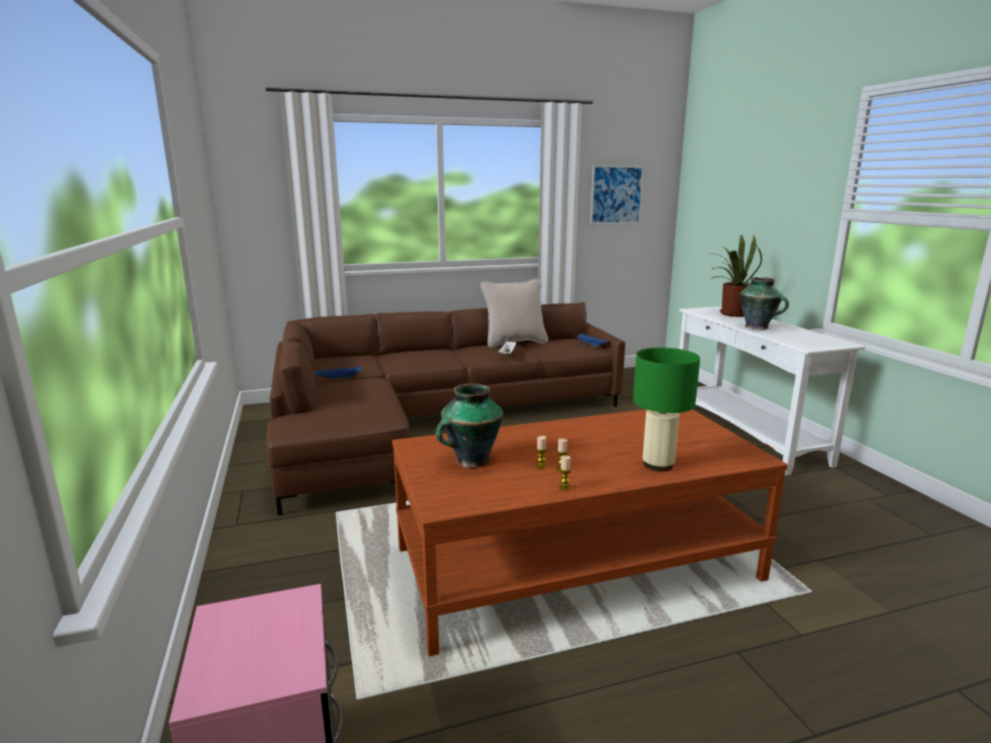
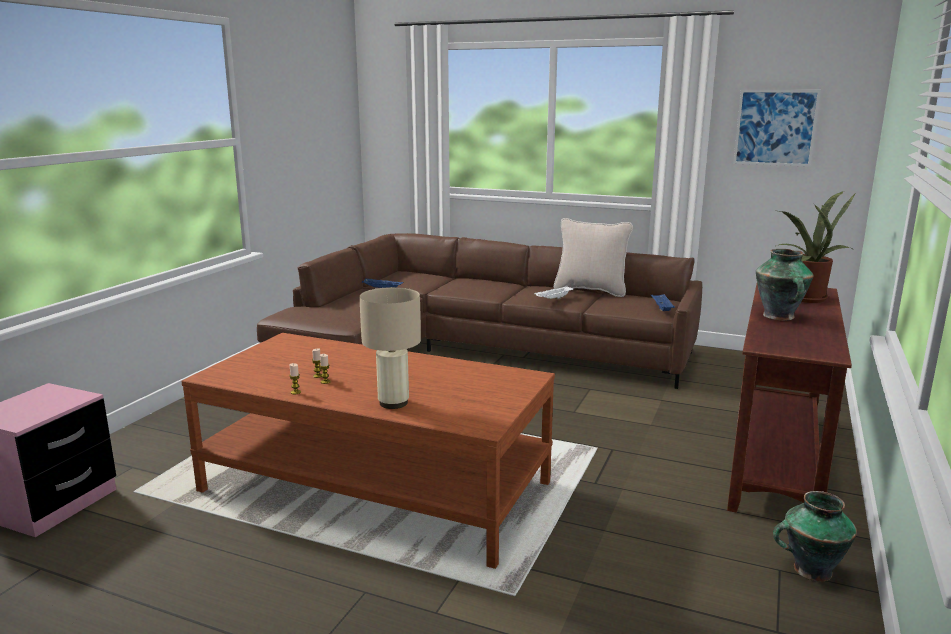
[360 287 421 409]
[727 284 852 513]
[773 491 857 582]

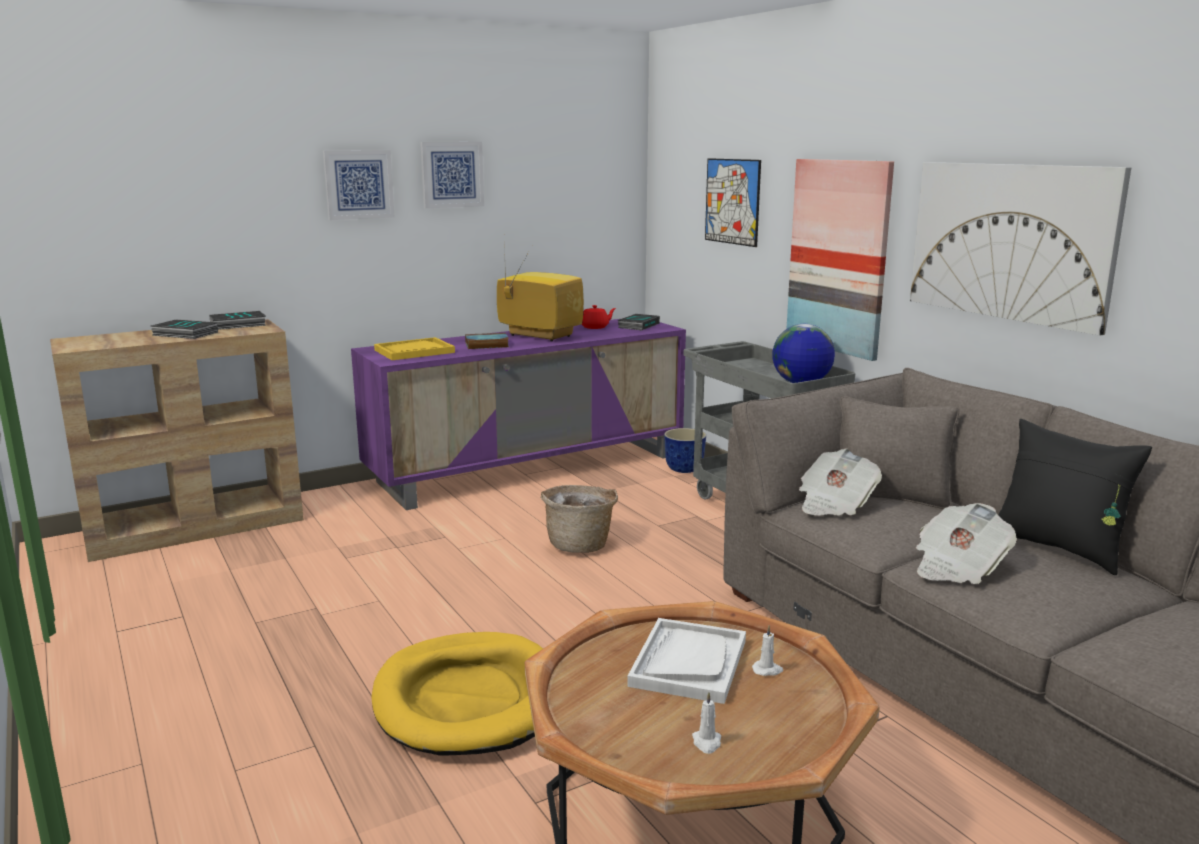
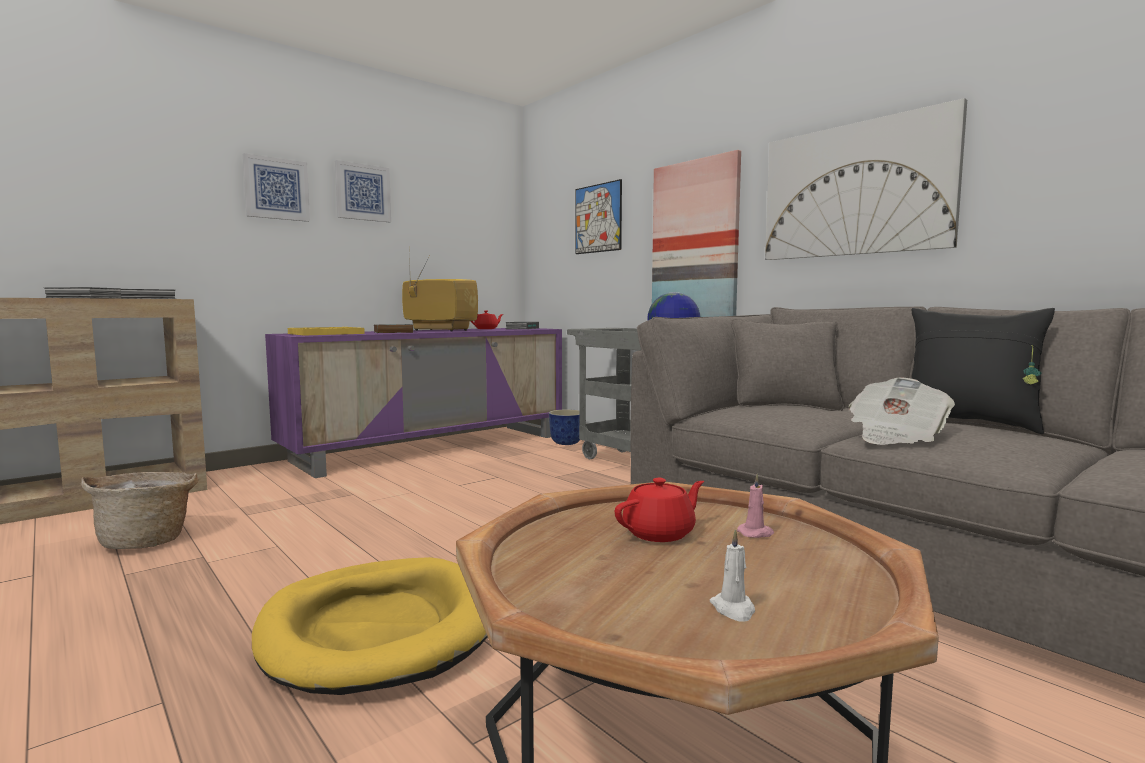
[81 472 198 549]
[615 478 704 542]
[737 474 774 538]
[799 448 882 516] (first image)

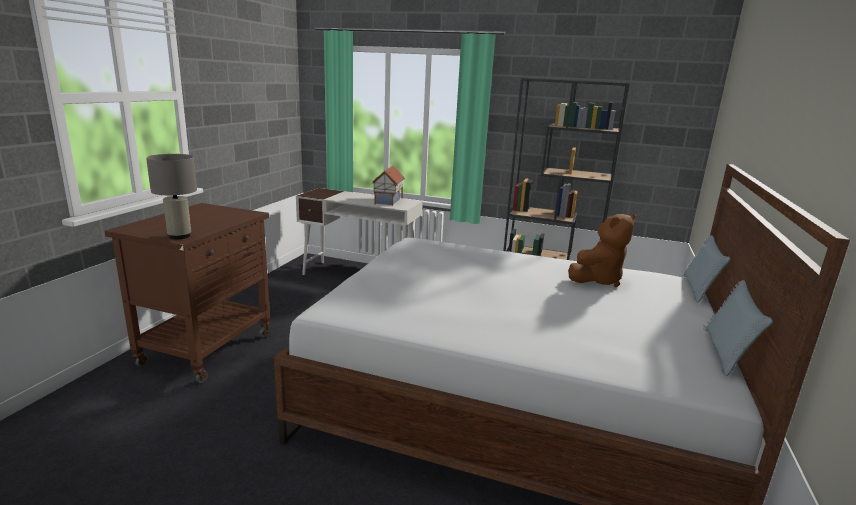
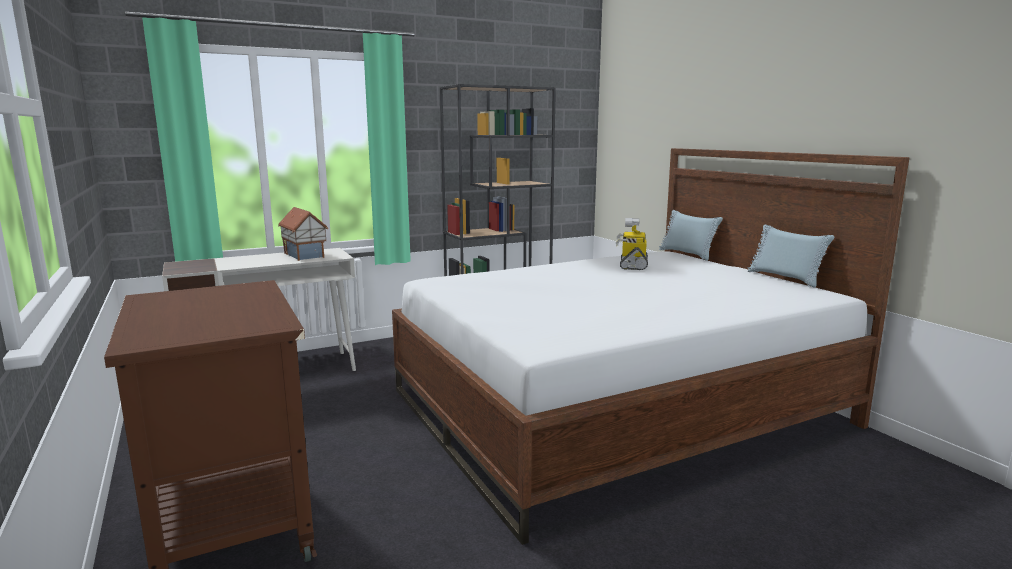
[616 218 648 270]
[146 154 197 239] (first image)

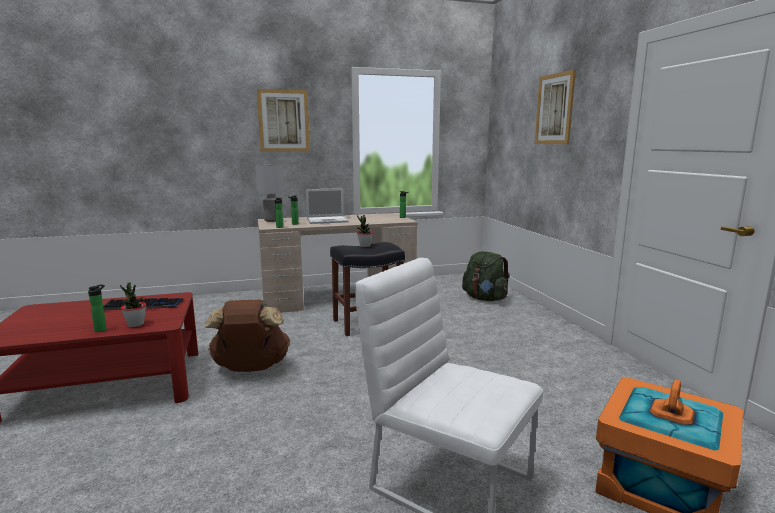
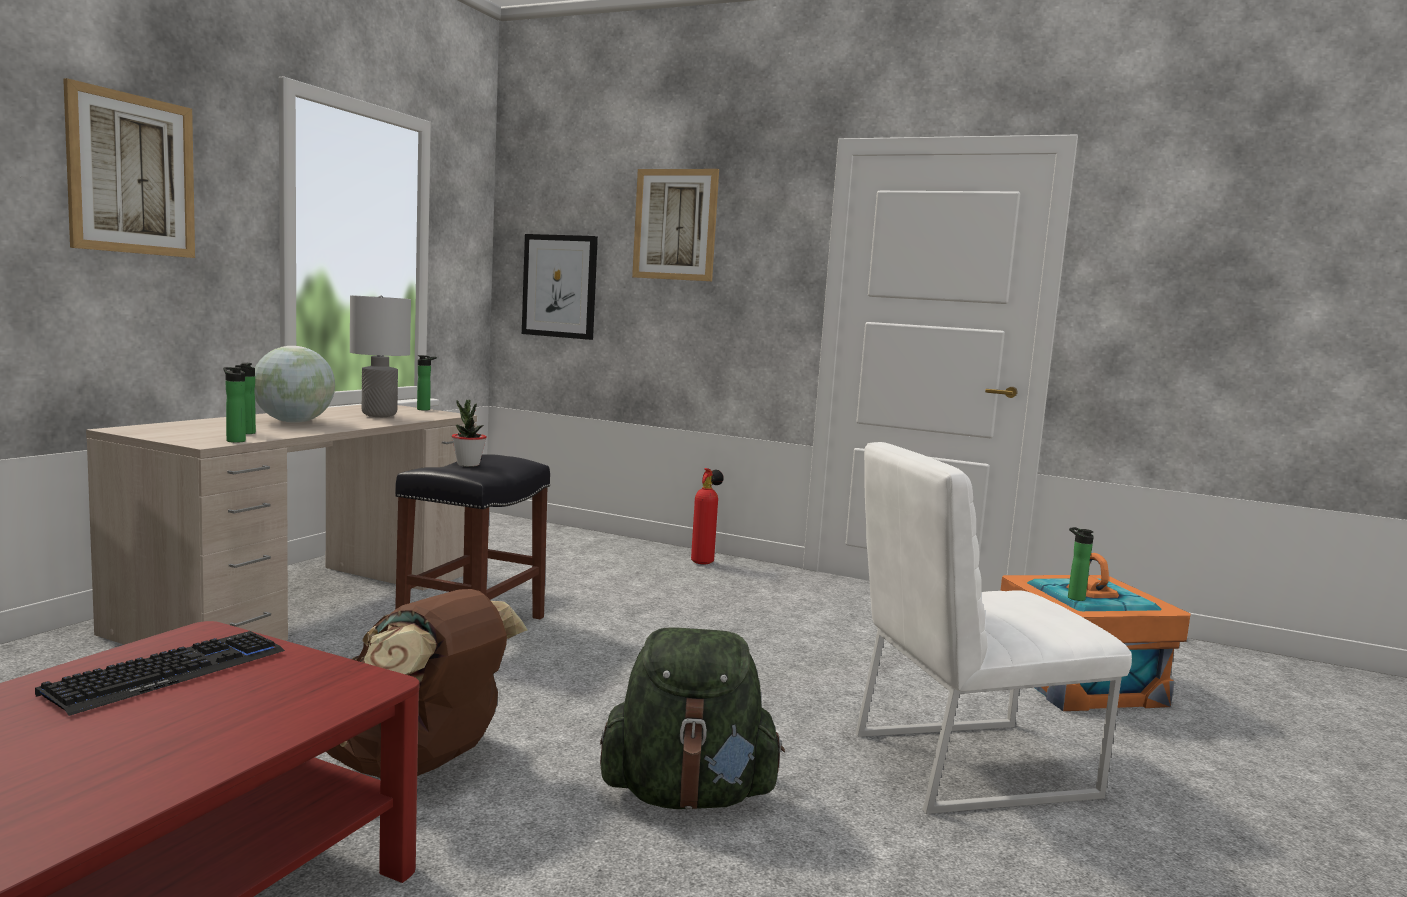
[254 346 335 423]
[350 295 411 417]
[522 234 598 340]
[600 628 785 810]
[691 468 724 565]
[1068 527 1094 601]
[120 282 146 327] (first image)

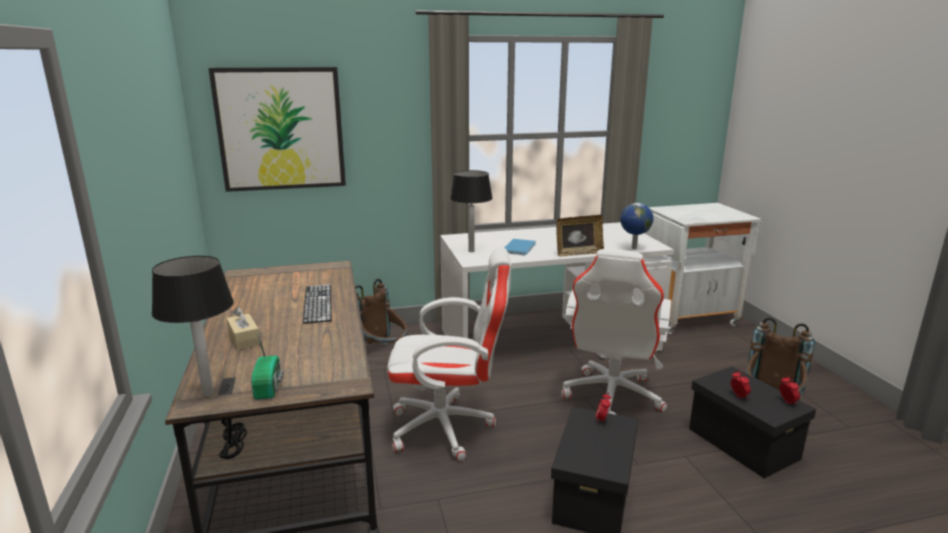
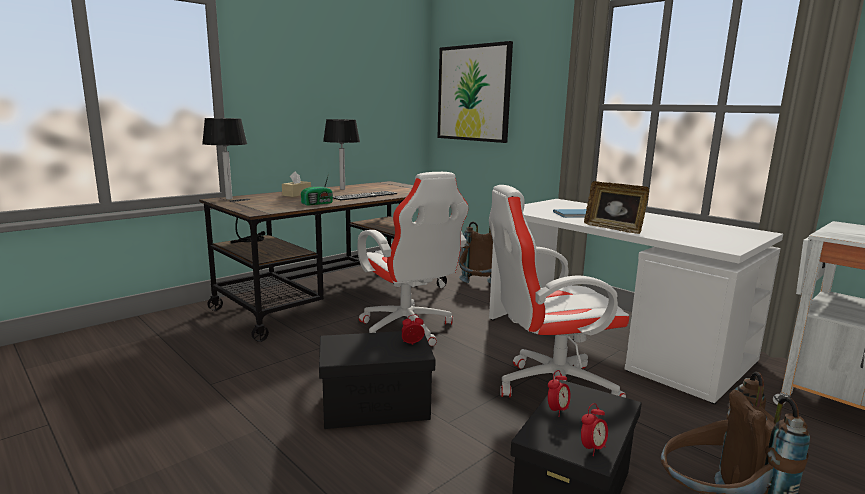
[301 173 333 206]
[323 119 360 190]
[620 203 654 249] (first image)

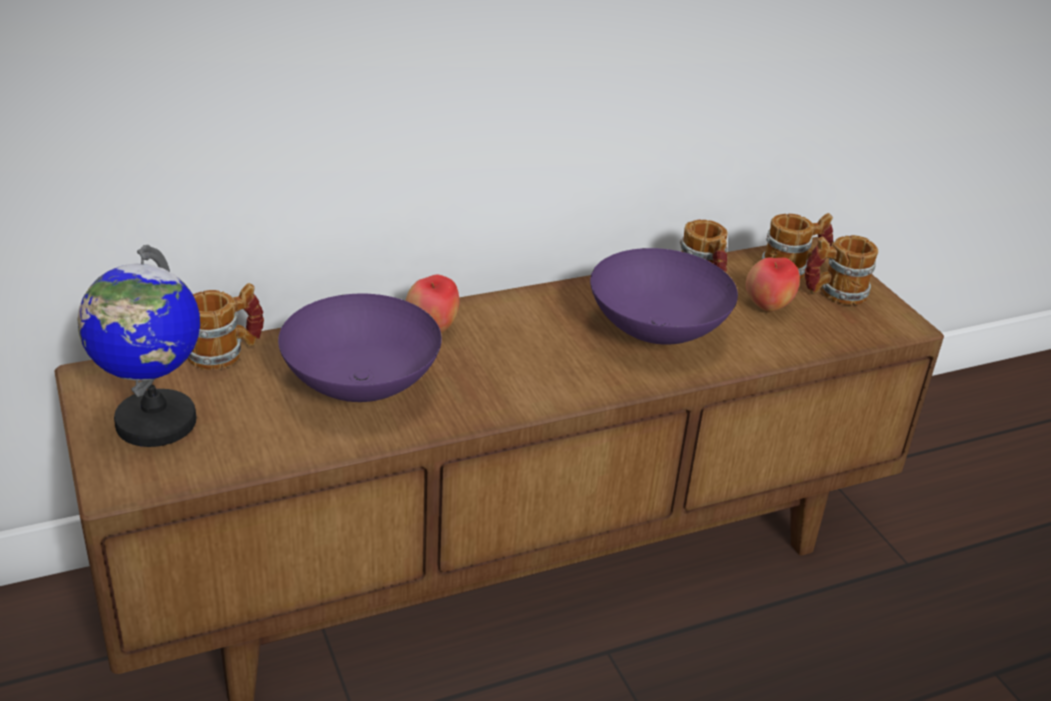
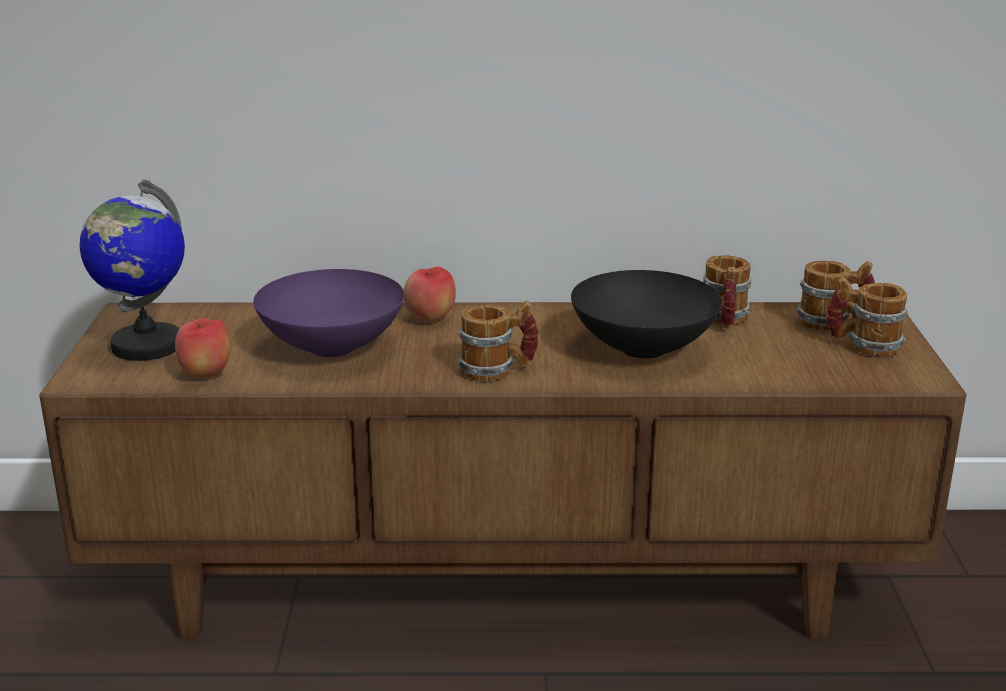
[175 319 231 379]
[457 300 539 382]
[571 270 722 358]

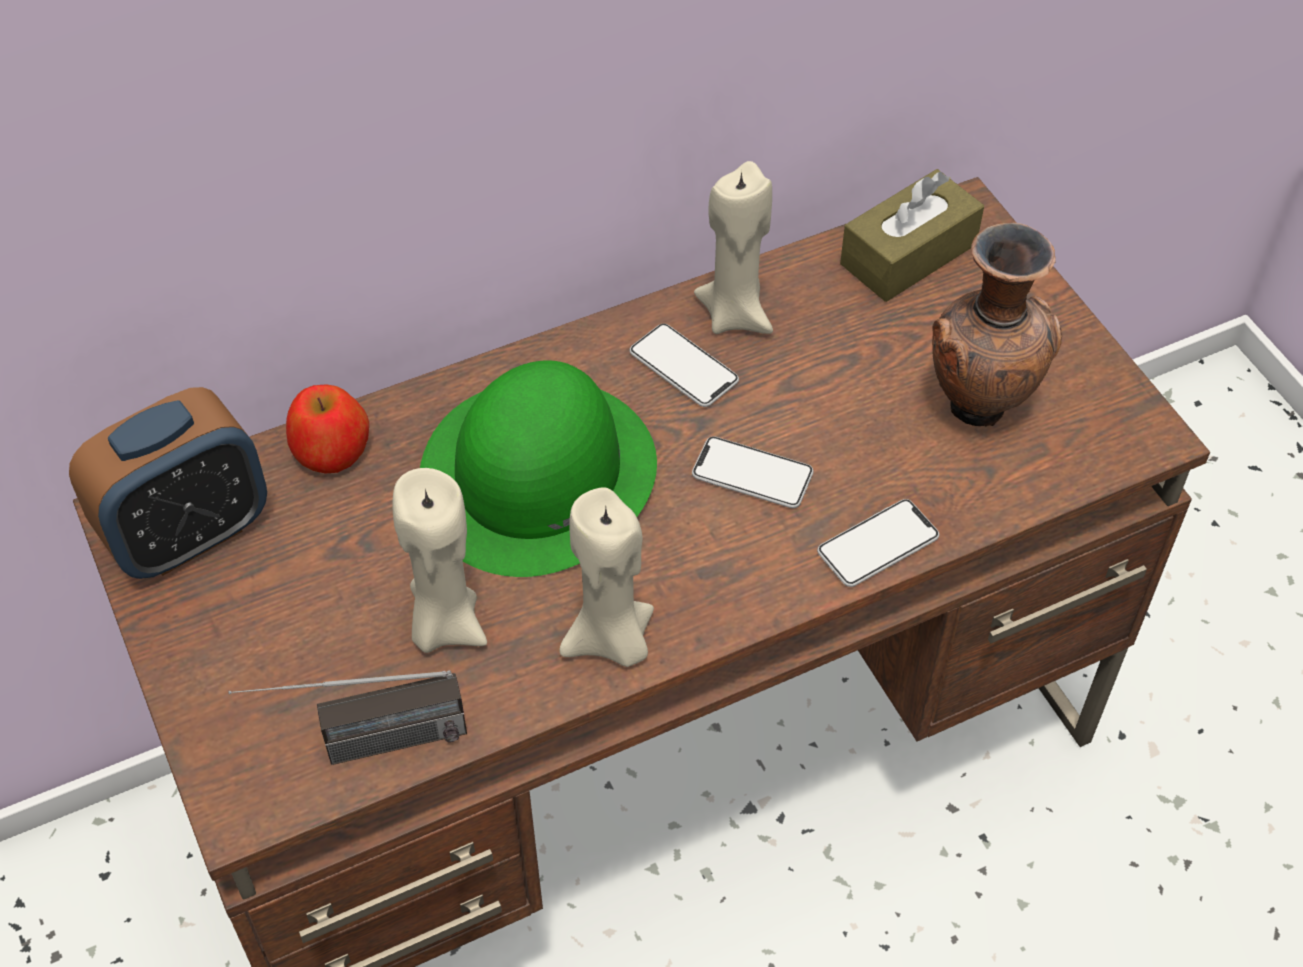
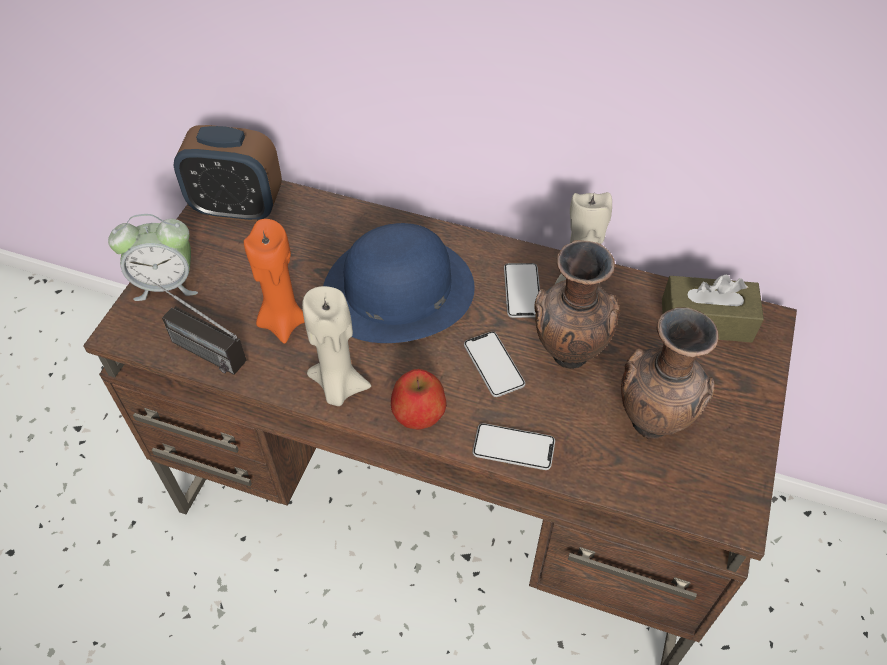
[108 214 198 301]
[244 219 305 344]
[323 223 475 343]
[391 369 447 430]
[534 240 620 369]

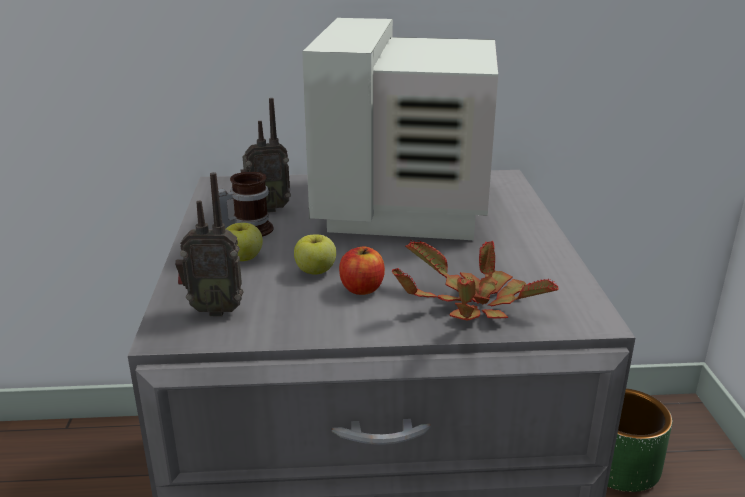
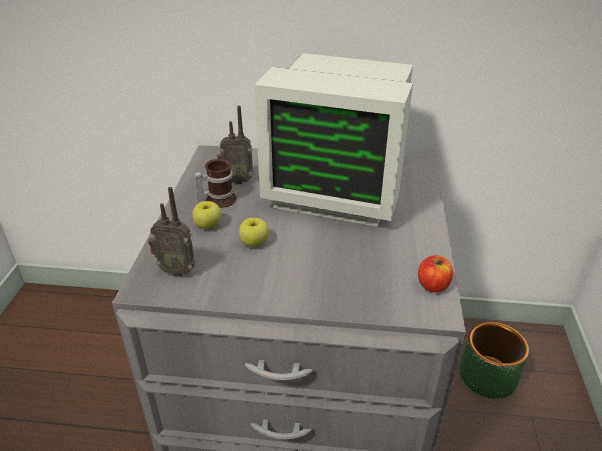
[254 53 413 227]
[418 255 453 292]
[392 240 558 320] (first image)

